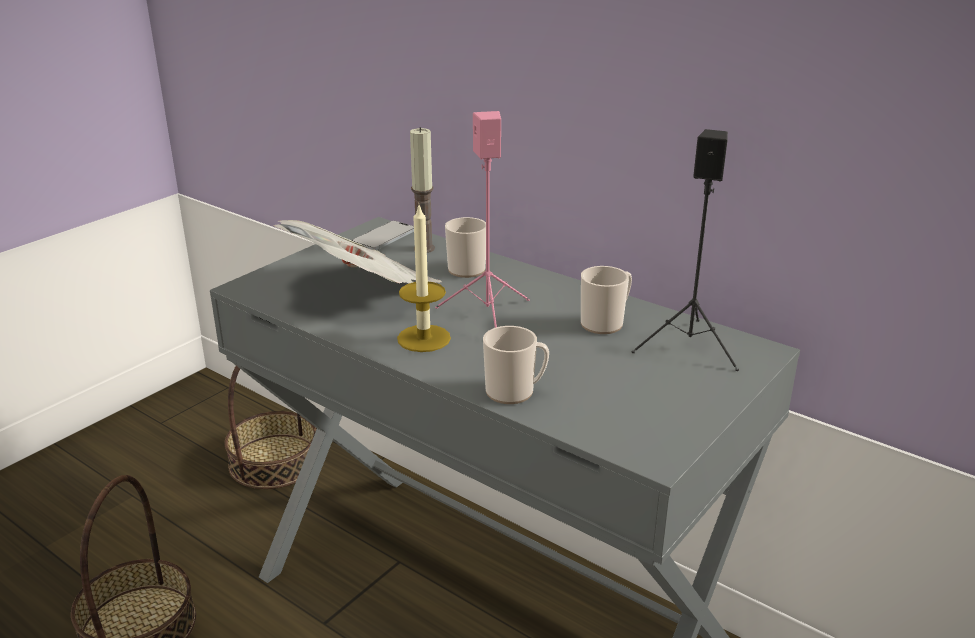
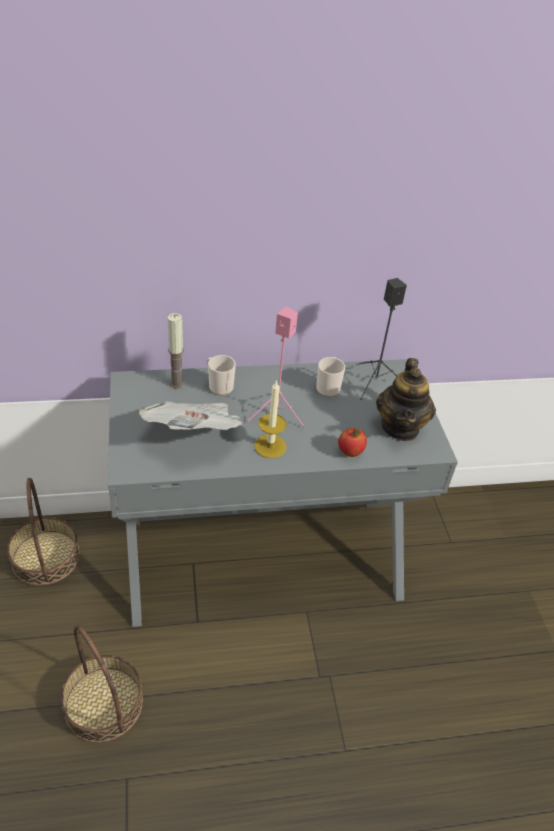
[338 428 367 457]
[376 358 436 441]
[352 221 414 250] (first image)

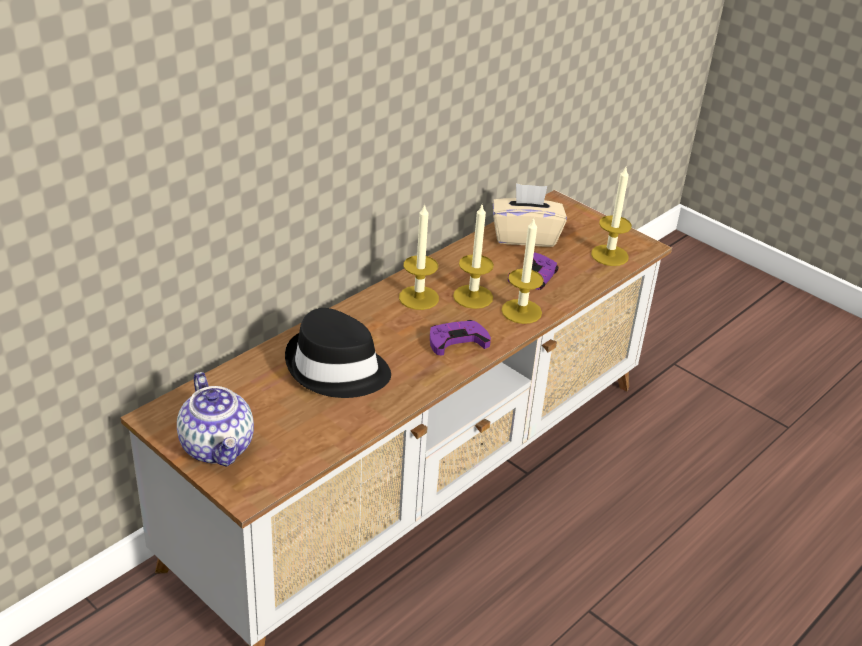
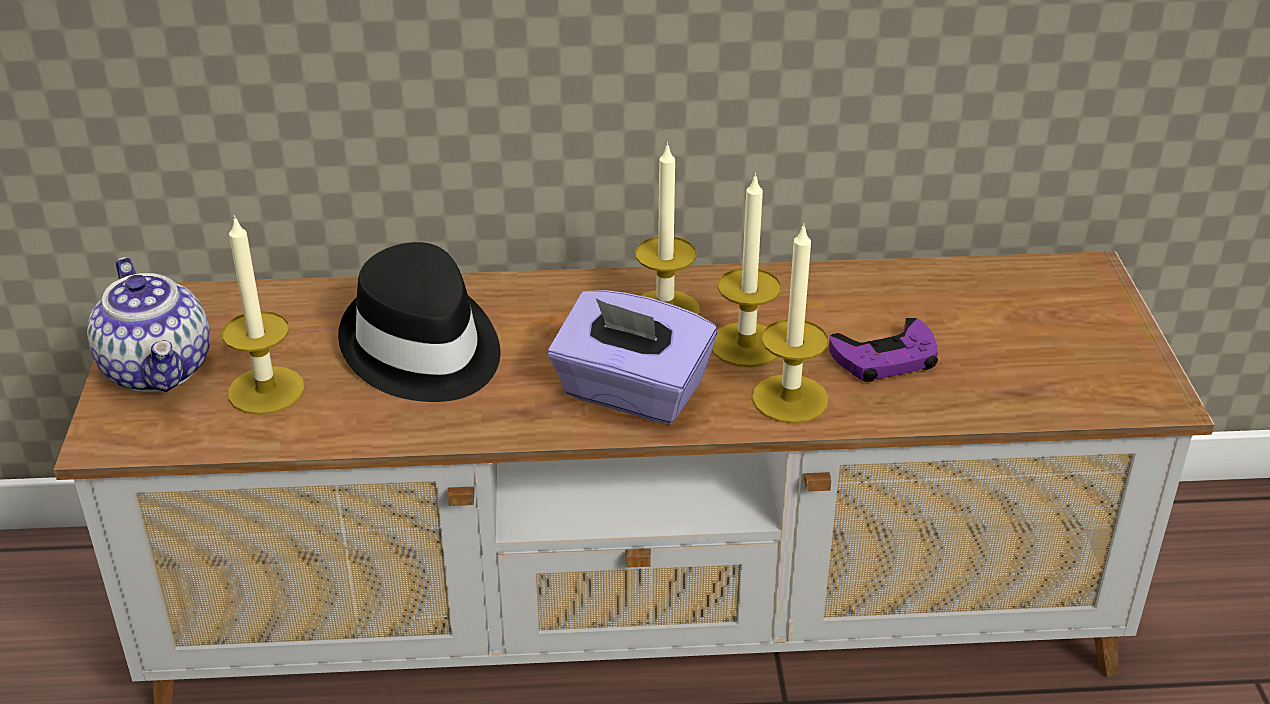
[87 257 210 392]
[222 215 305 415]
[548 290 717 424]
[493 183 567 247] (first image)

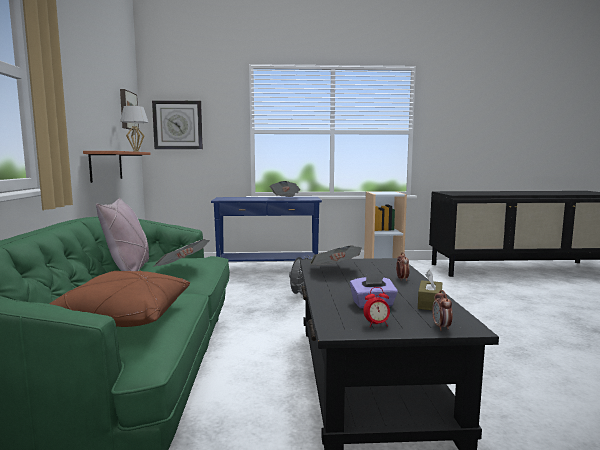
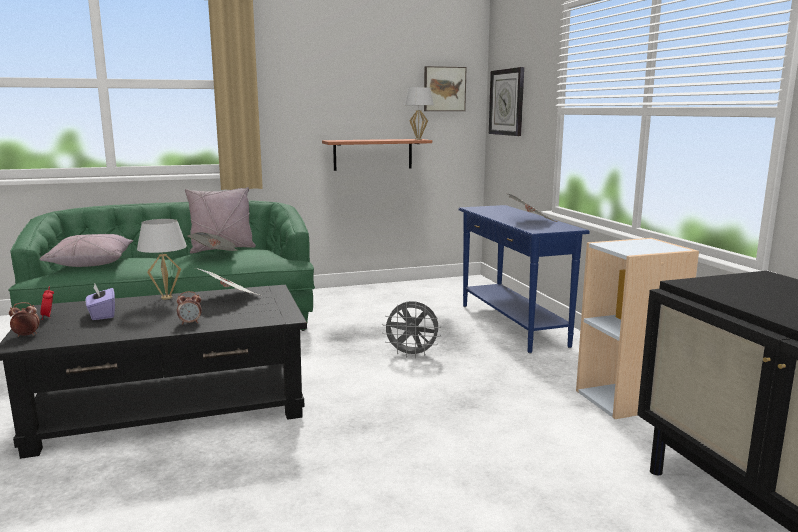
[39 234 133 267]
[137 219 187 300]
[418 270 442 310] (first image)

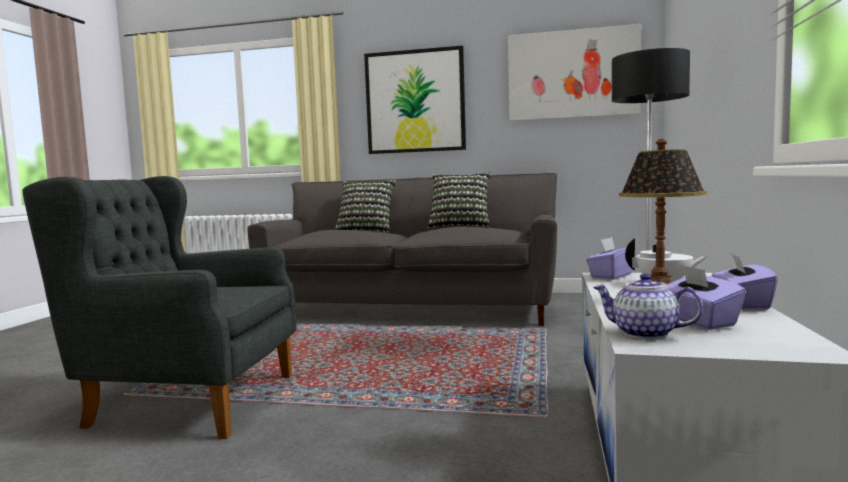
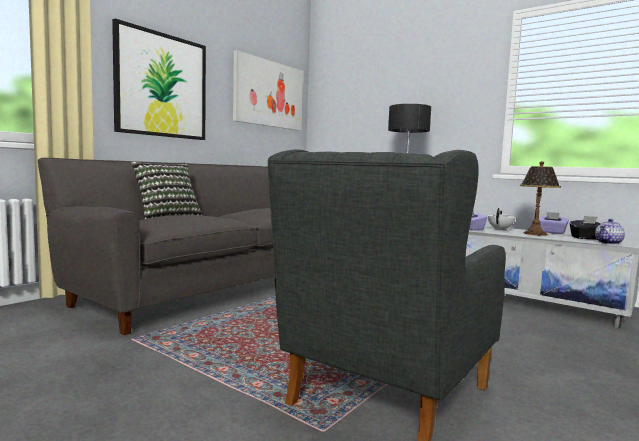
[570 216 601 240]
[428 172 491 228] (first image)

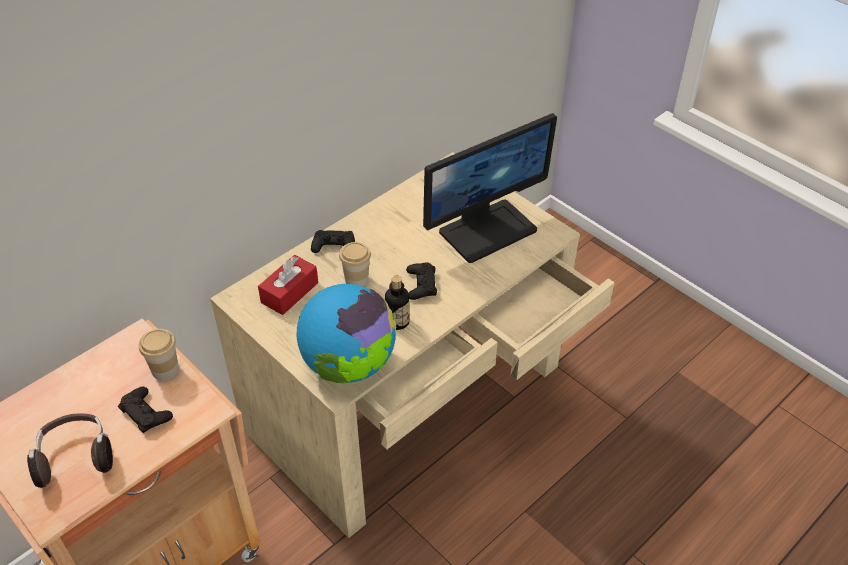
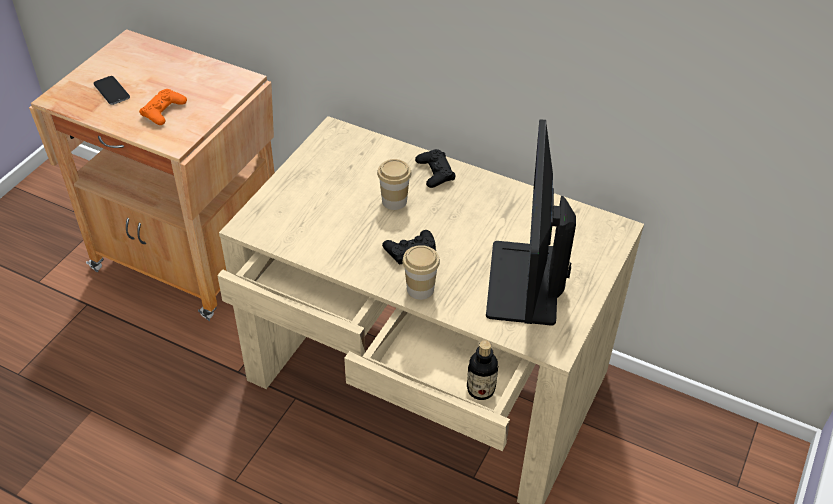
[94 76 130 105]
[139 89 187 125]
[402 245 440 300]
[467 340 498 400]
[486 119 576 325]
[258 255 318 315] (first image)
[296 284 397 383] (first image)

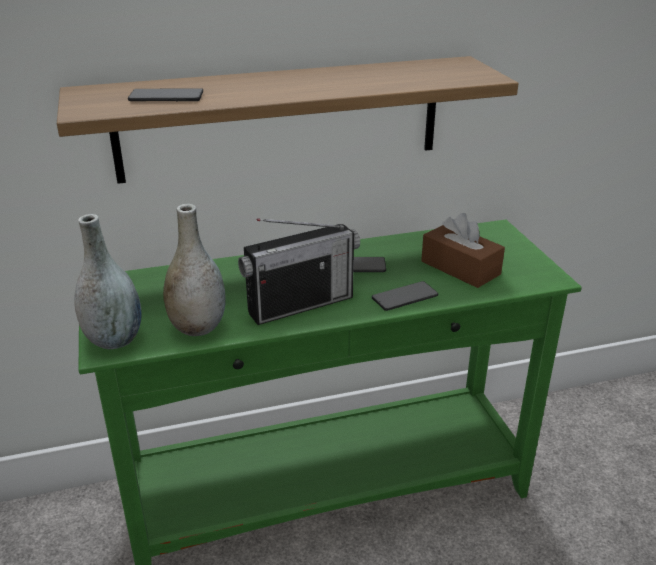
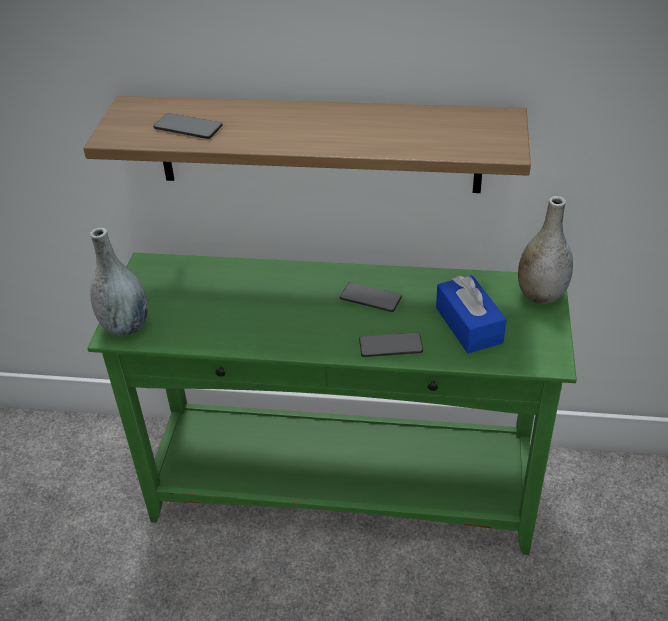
[436 275 506 353]
[518 196 573 304]
[238 219 360 325] (first image)

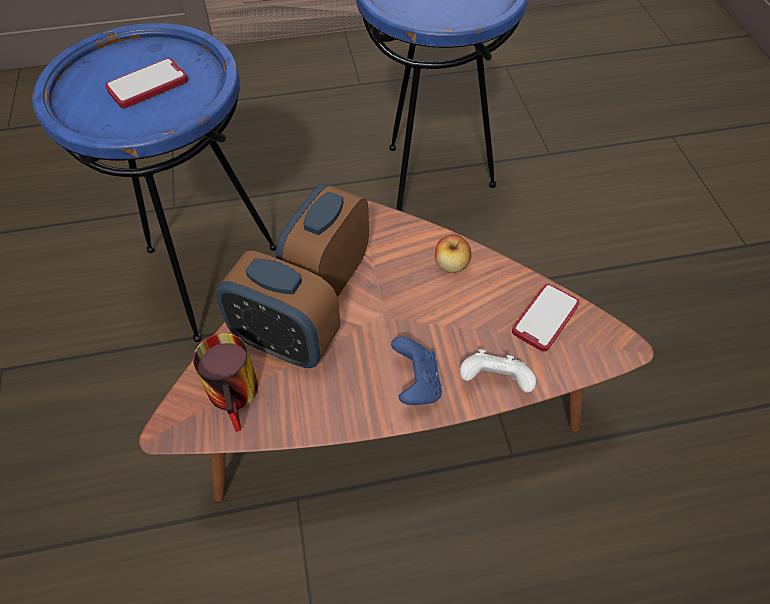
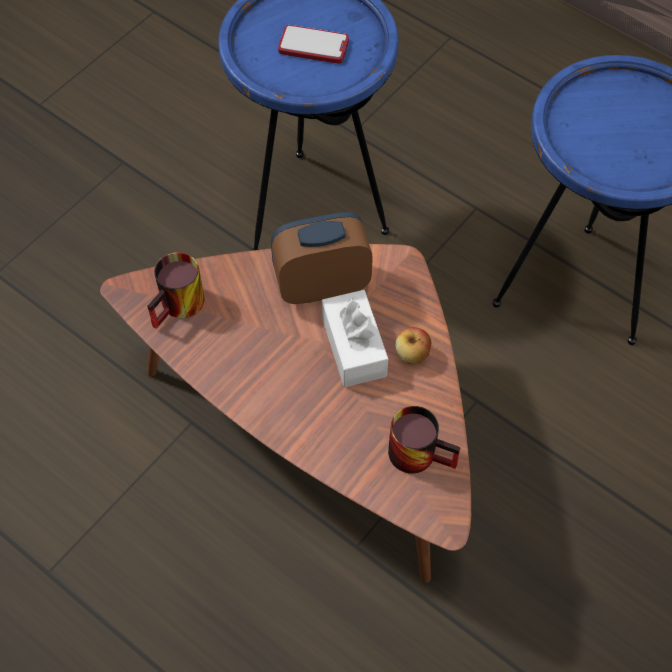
[322 290 388 387]
[388 406 461 474]
[216 251 340 368] (first image)
[391 336 442 405] (first image)
[460 349 536 393] (first image)

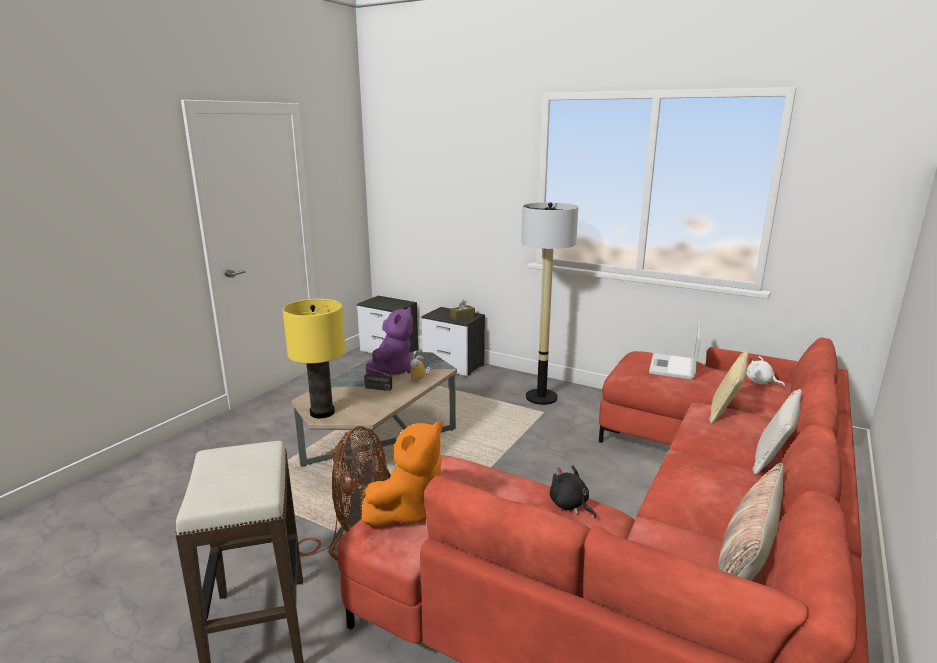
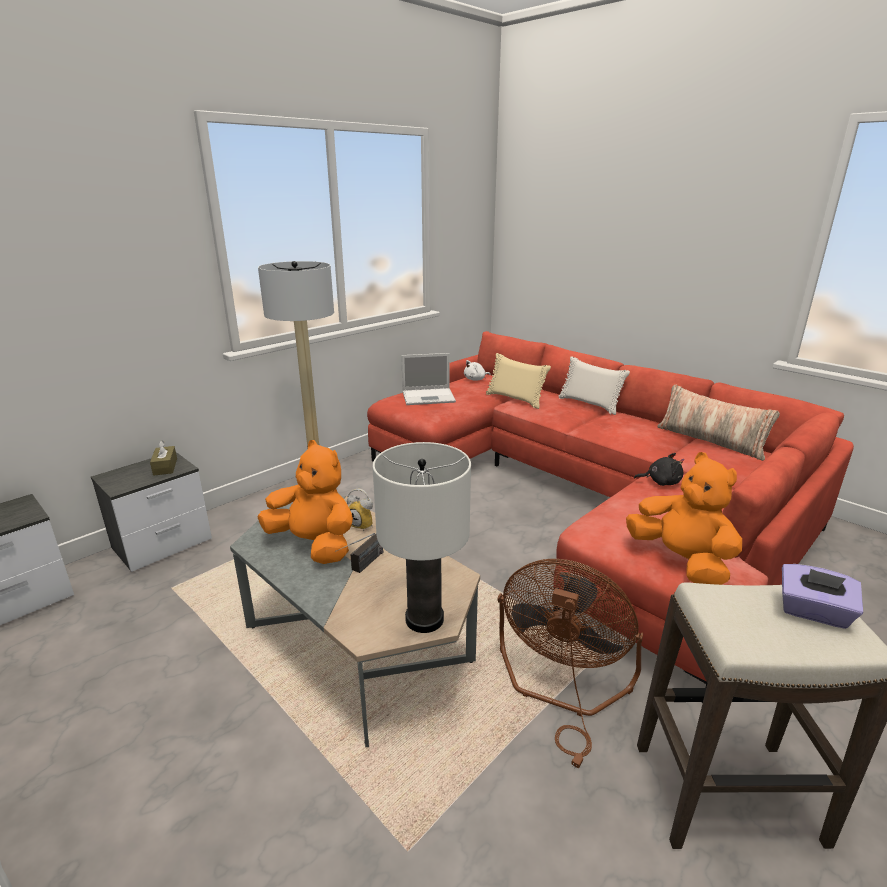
[258 440 353 564]
[373 442 471 633]
[401 353 456 405]
[634 453 684 486]
[782 564 863 629]

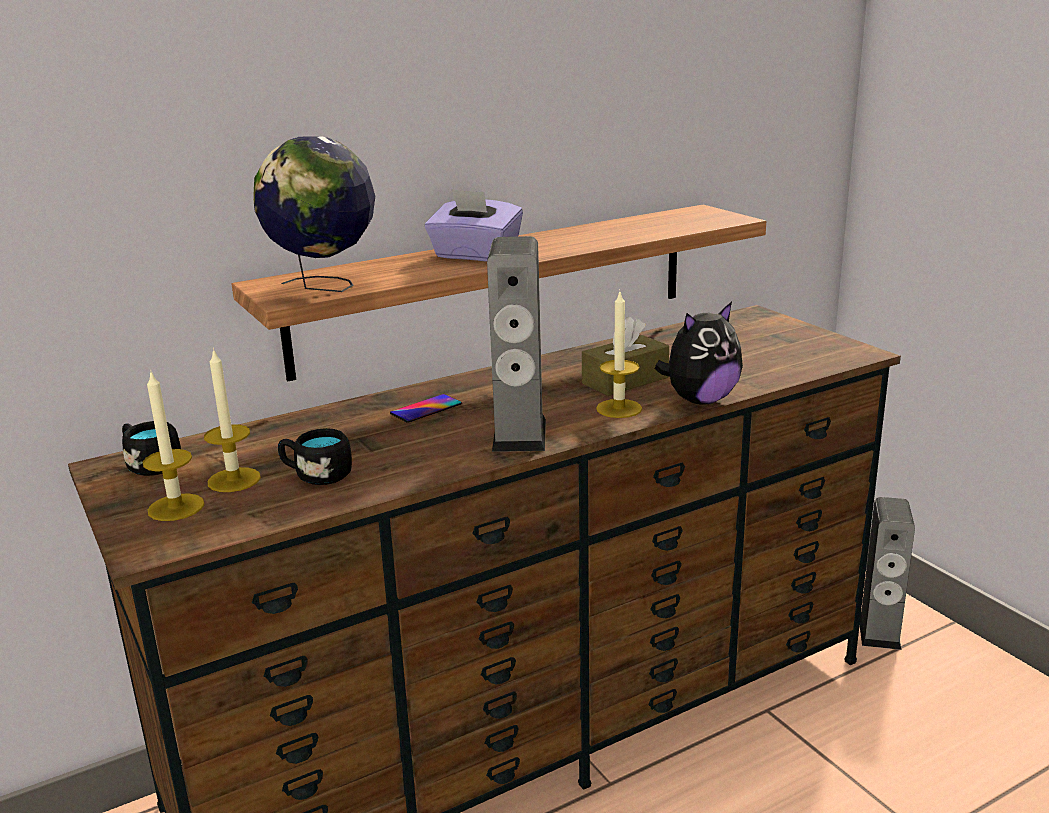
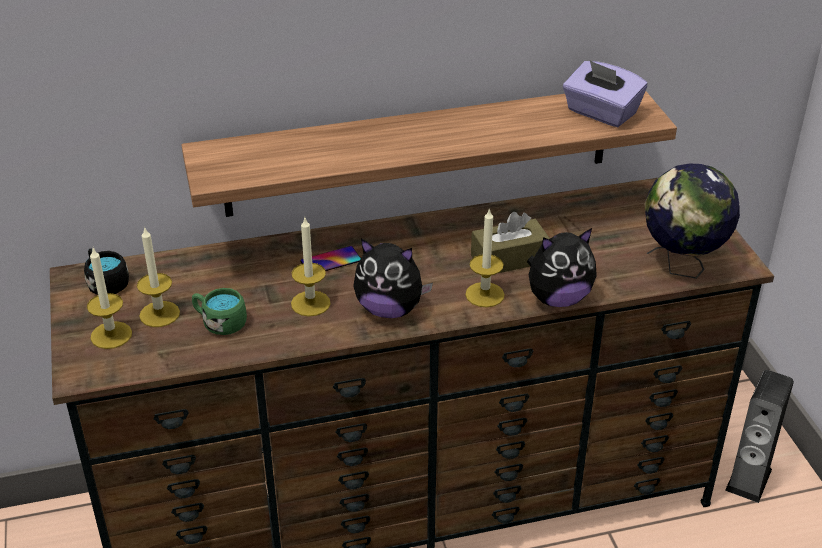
[192 288 247 335]
[291 218 331 316]
[353 239 433 318]
[563 60 648 127]
[645 164 740 279]

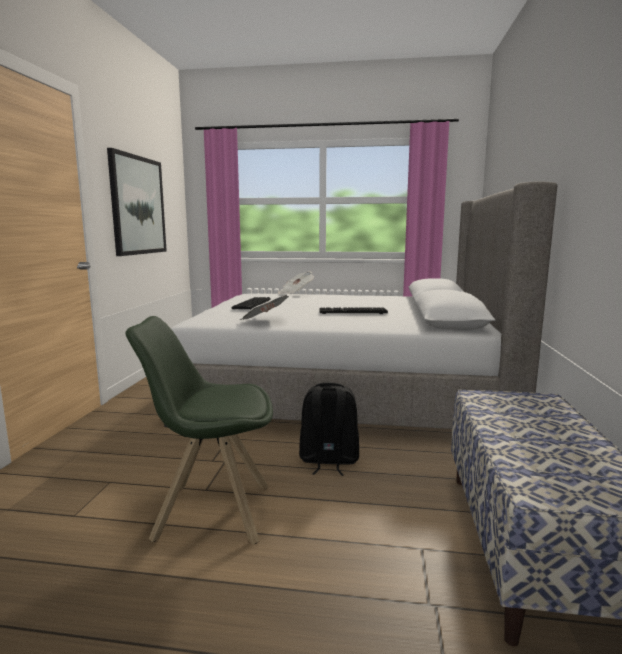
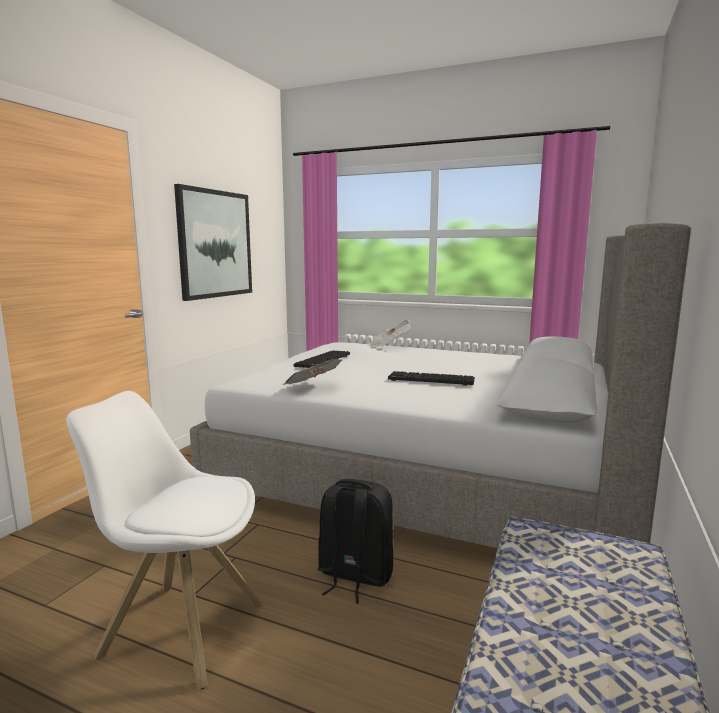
[66 391 263 690]

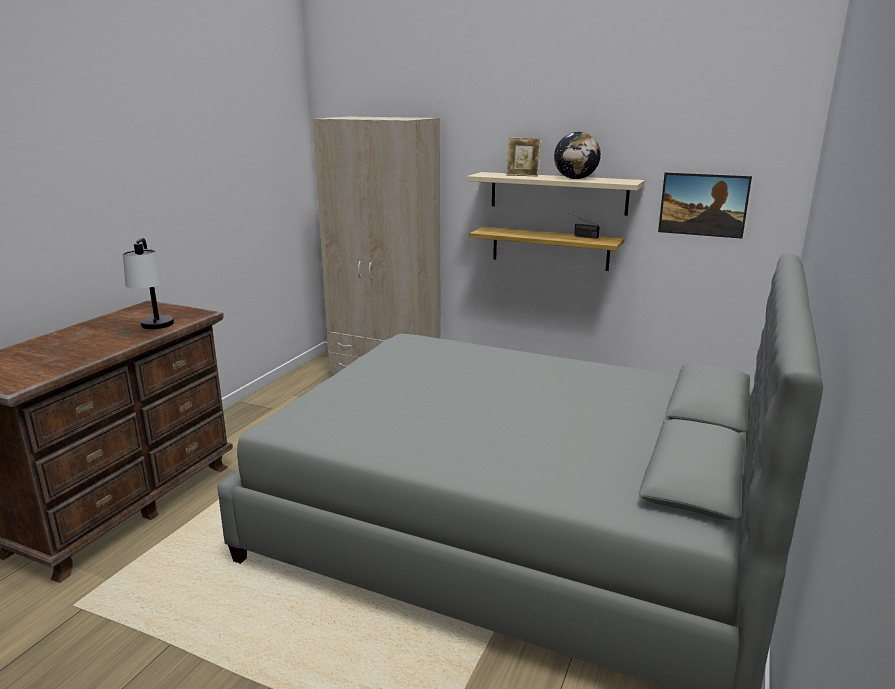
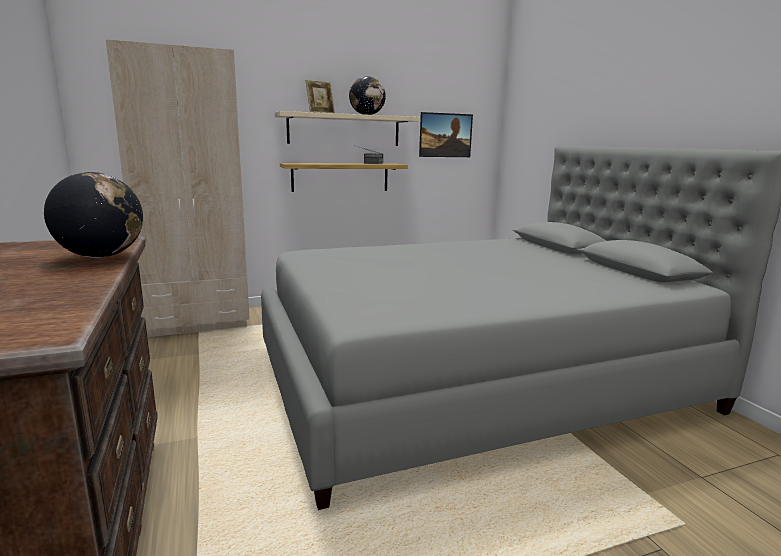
[44 172 143 258]

